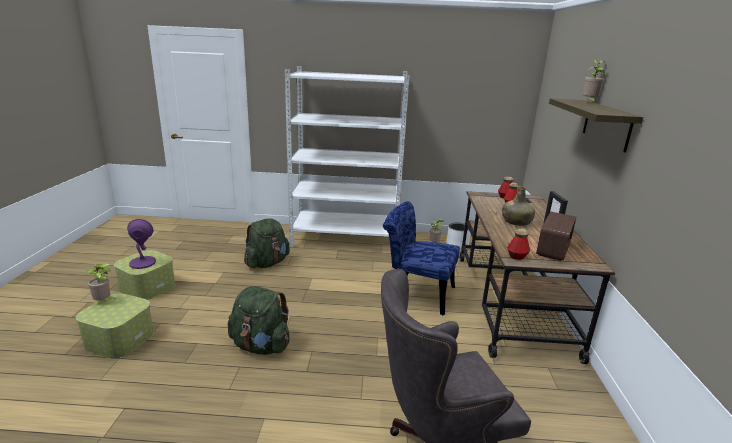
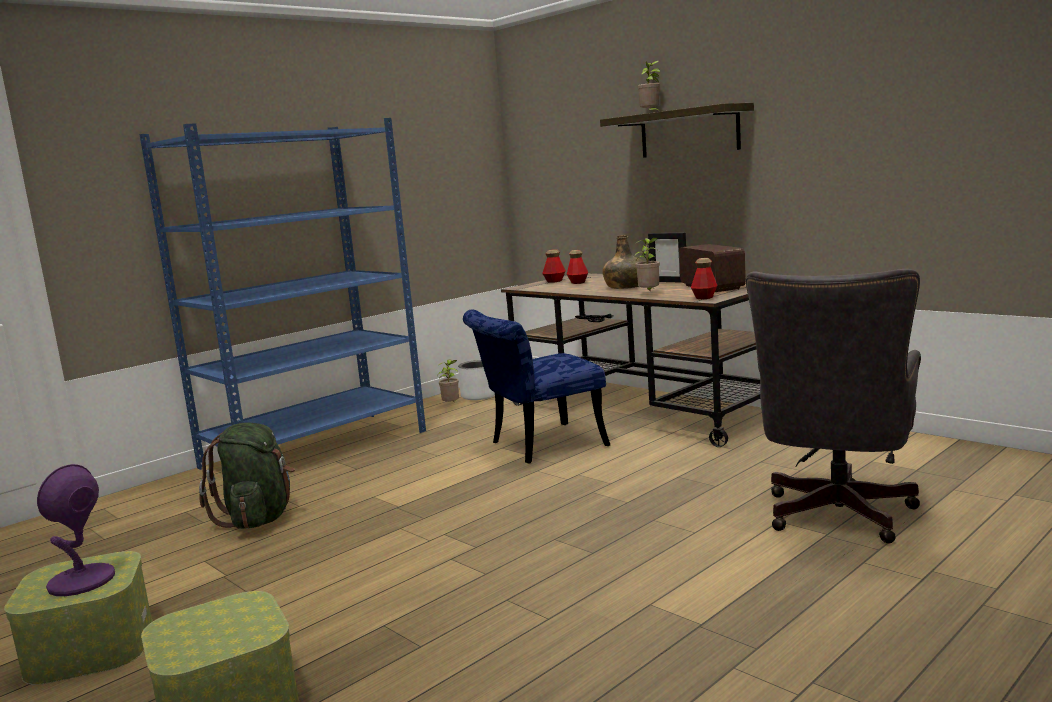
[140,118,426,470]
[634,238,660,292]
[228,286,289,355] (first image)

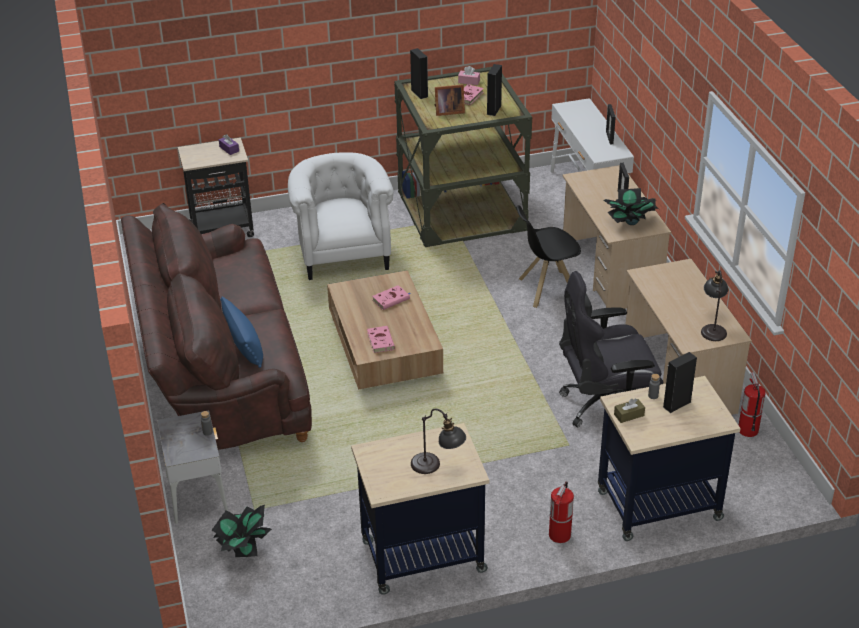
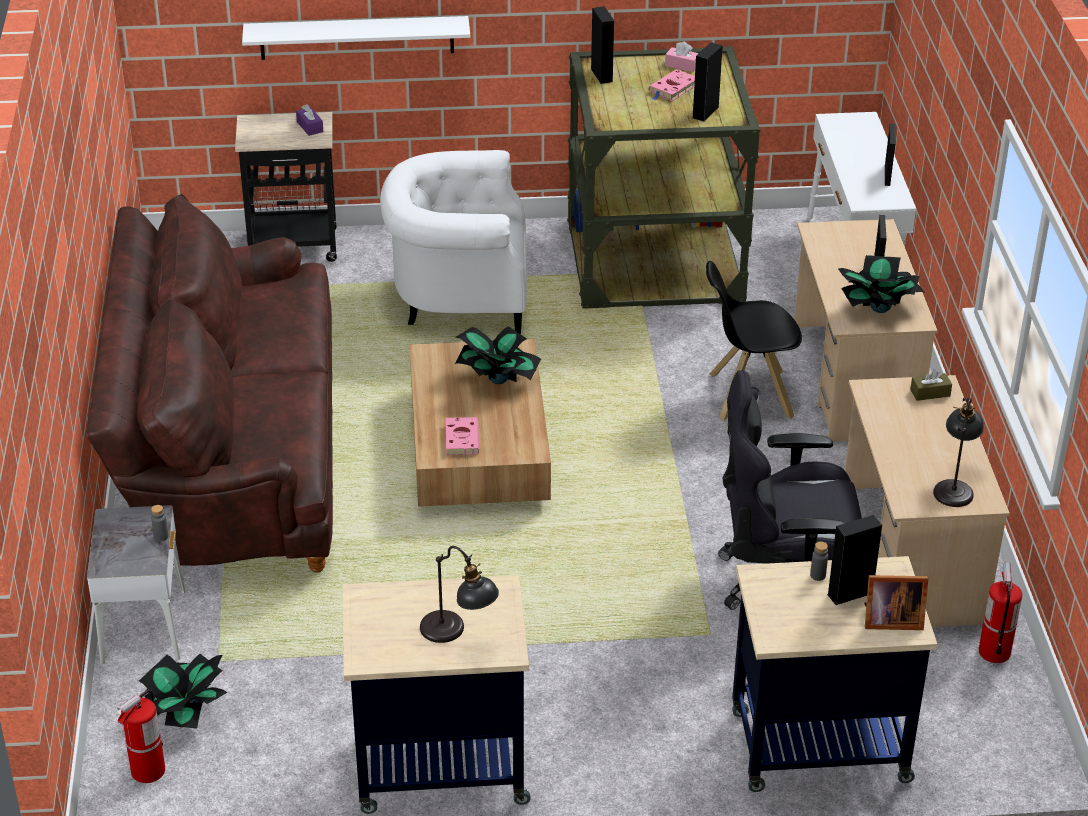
[864,575,928,630]
[380,150,527,334]
[455,326,541,384]
[220,297,263,368] (first image)
[910,369,952,401]
[117,690,165,783]
[242,16,470,60]

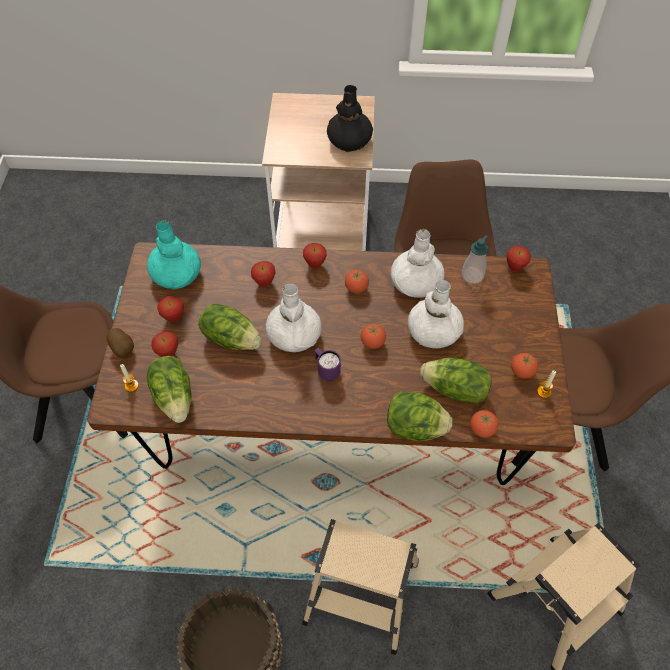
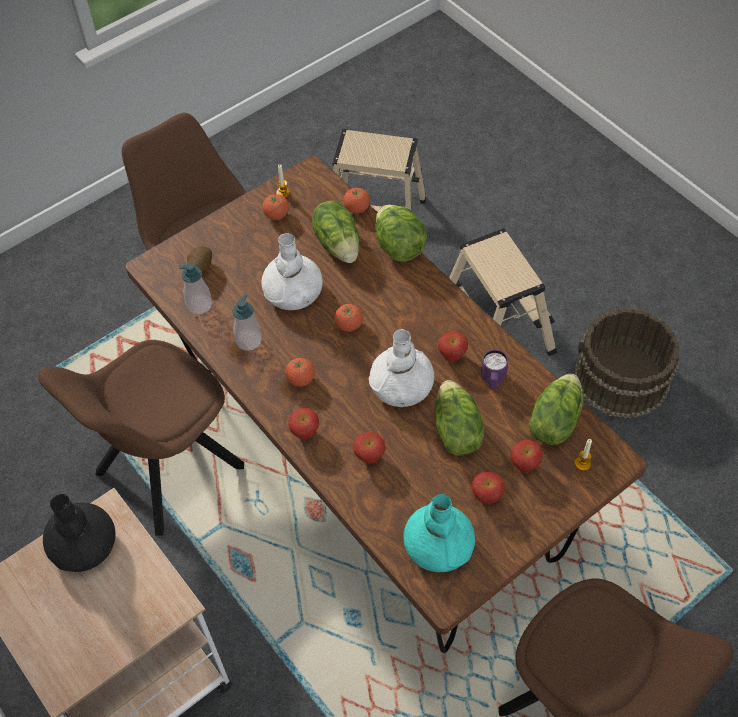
[232,294,262,351]
[438,331,468,362]
[187,246,212,273]
[481,349,508,390]

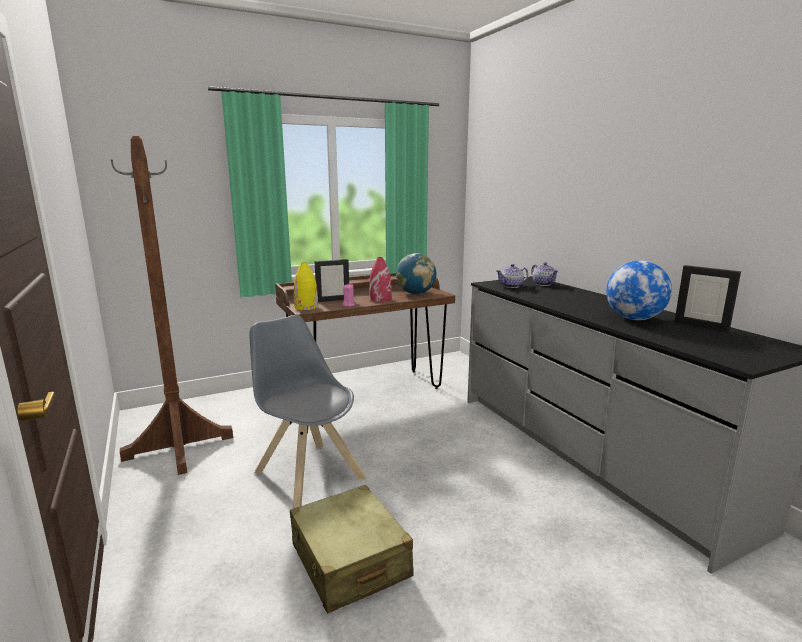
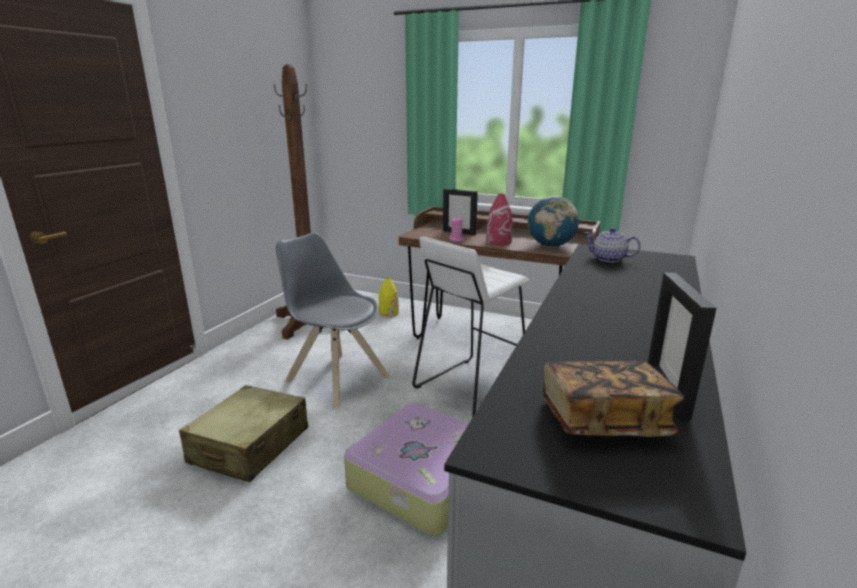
[606,261,672,320] (first image)
[379,277,399,317]
[531,262,559,286] (first image)
[276,233,390,407]
[412,237,529,417]
[543,360,685,437]
[344,403,468,536]

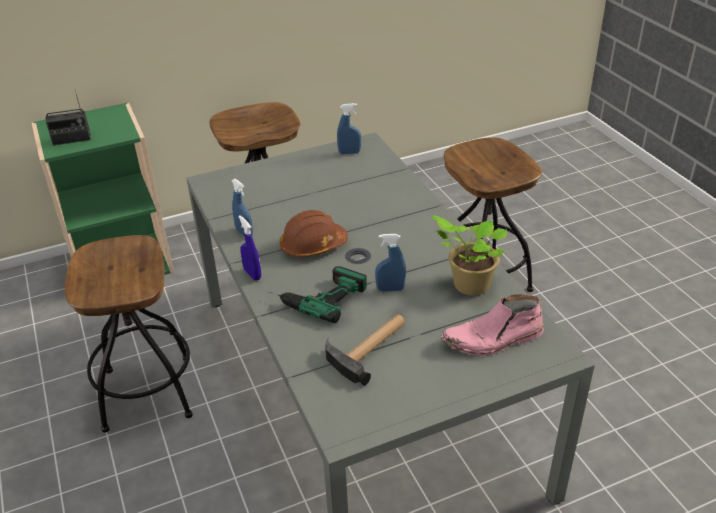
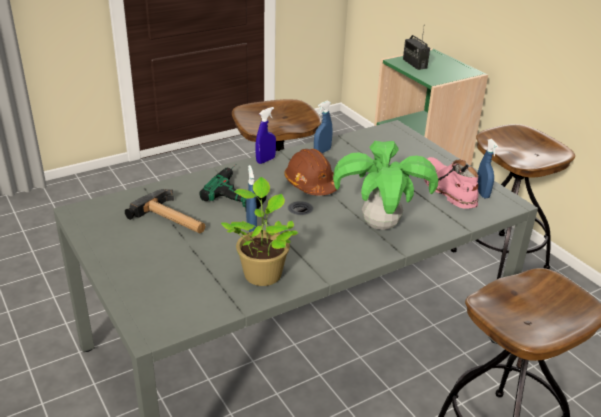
[424,157,479,209]
[333,141,438,230]

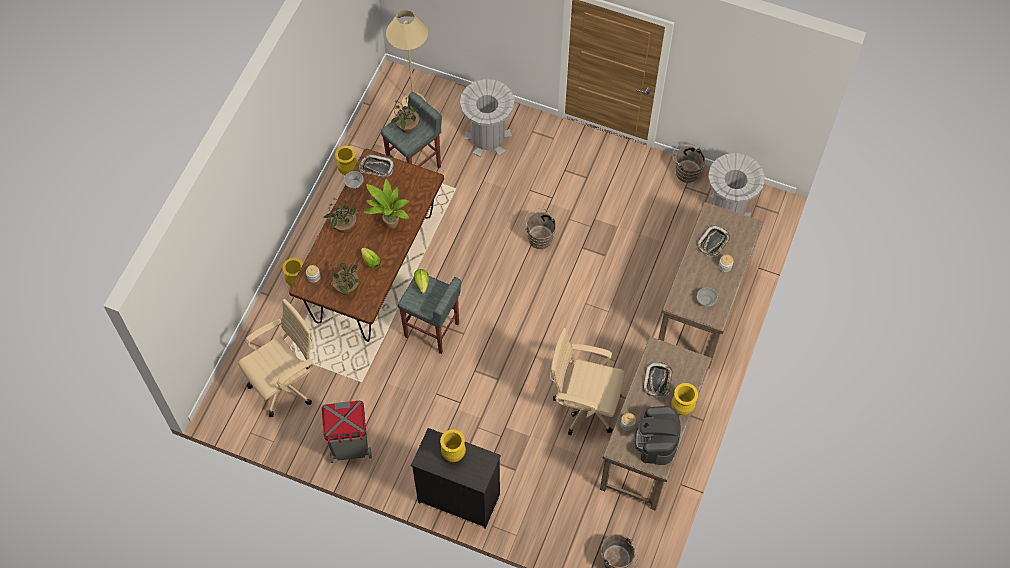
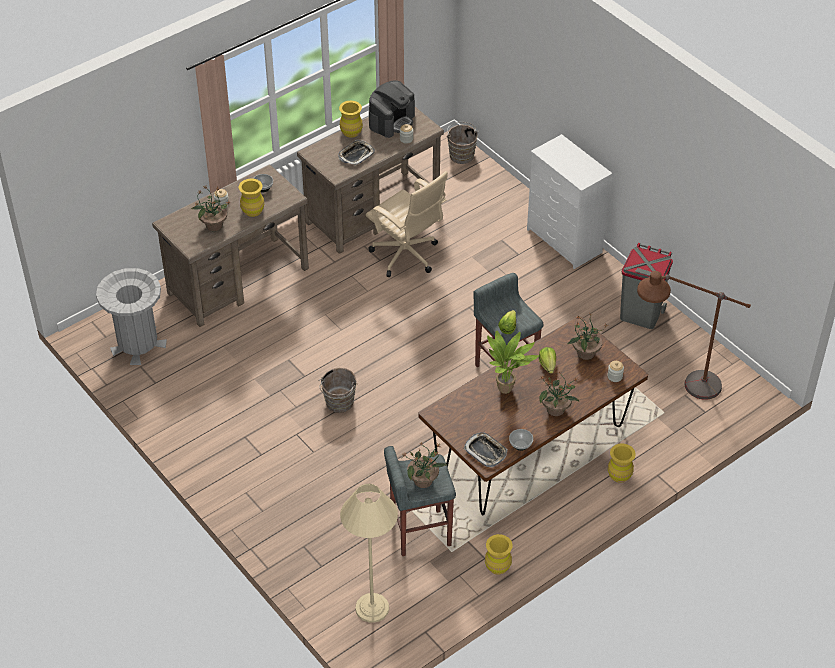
[460,79,514,157] (first image)
[673,144,705,183] (first image)
[191,186,231,231]
[637,271,751,400]
[527,134,613,269]
[239,178,264,217]

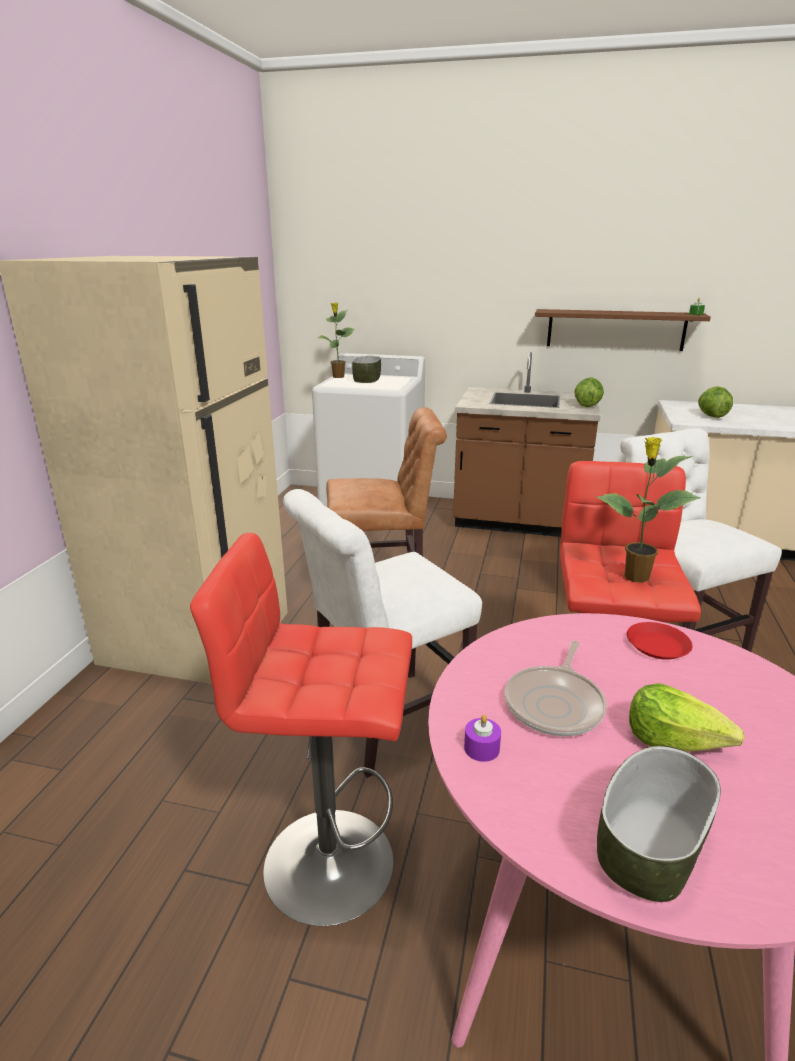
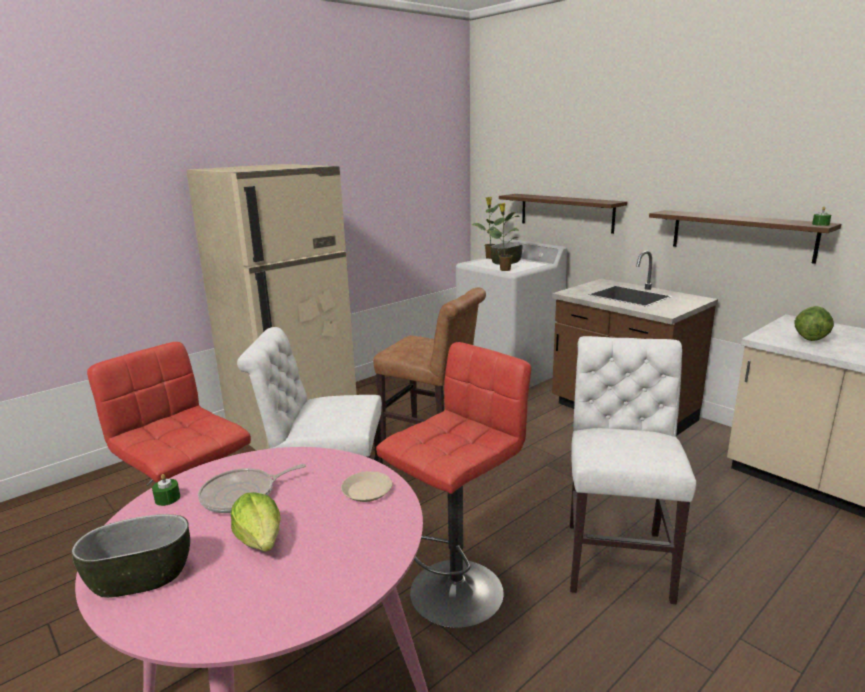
[574,377,604,407] (first image)
[489,203,520,271]
[341,471,392,502]
[152,474,180,506]
[499,194,627,234]

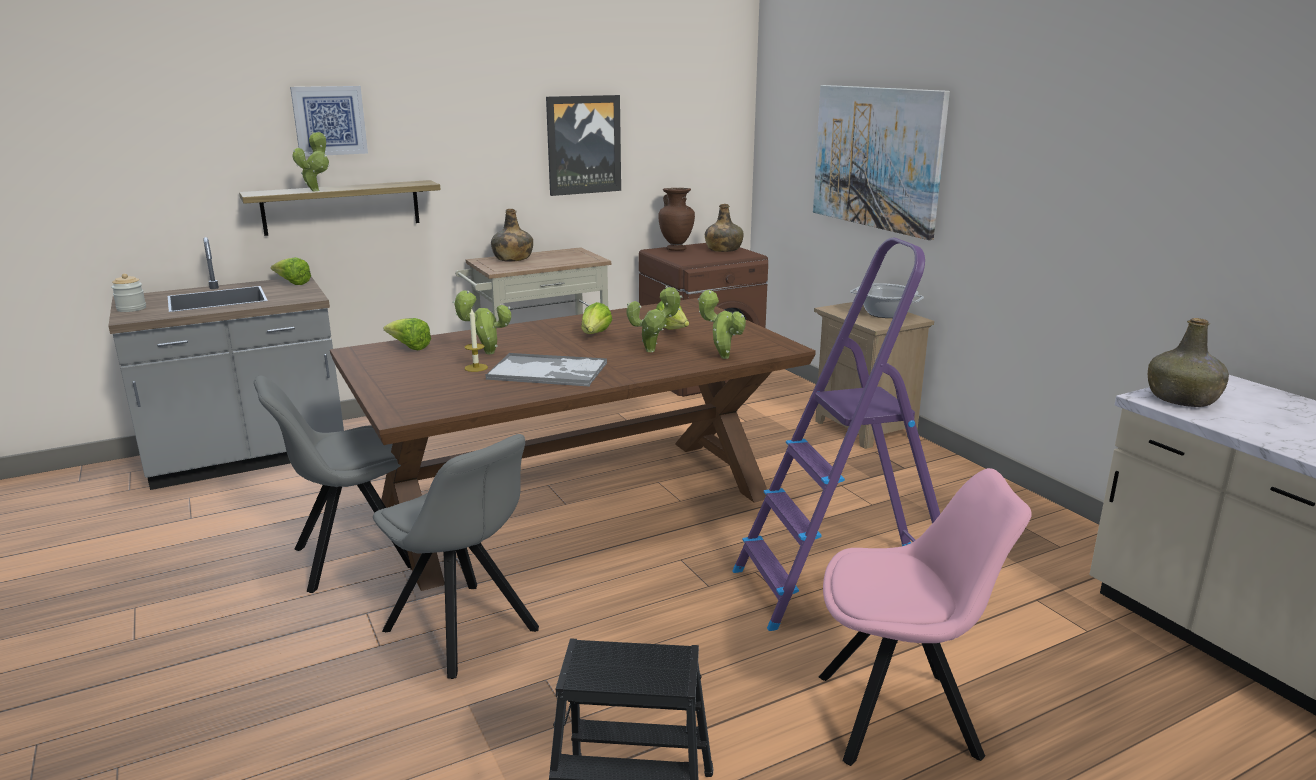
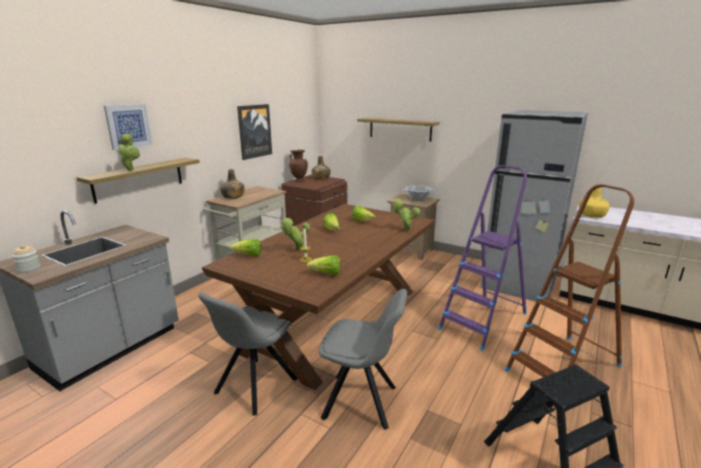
[357,118,440,142]
[306,255,340,275]
[627,286,683,352] (first image)
[579,184,610,218]
[485,353,607,387] (first image)
[505,184,634,377]
[480,110,588,302]

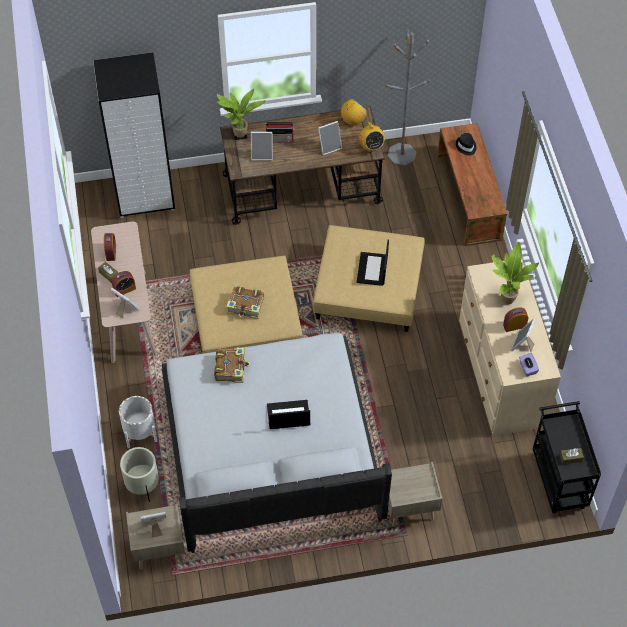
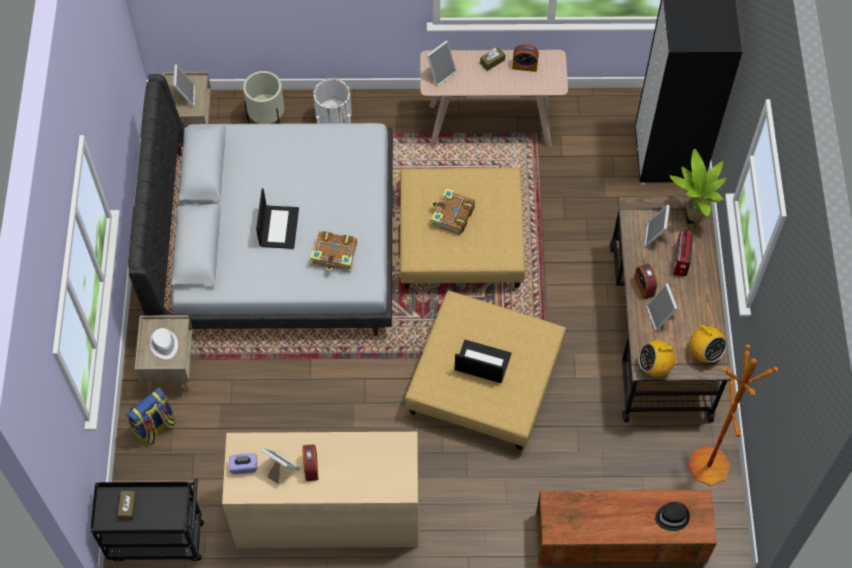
[688,344,778,486]
[492,242,539,304] (first image)
[634,264,657,300]
[310,231,357,272]
[149,328,178,359]
[126,387,176,446]

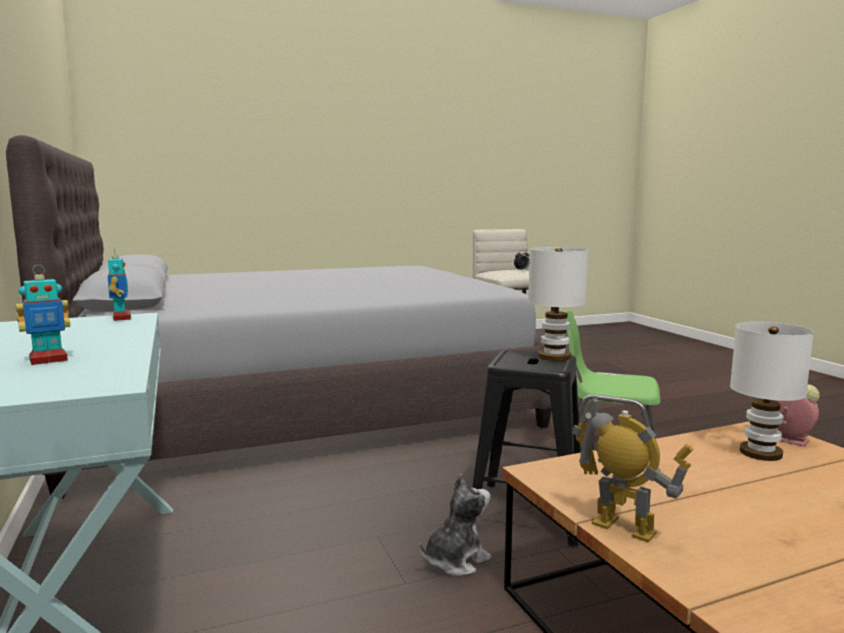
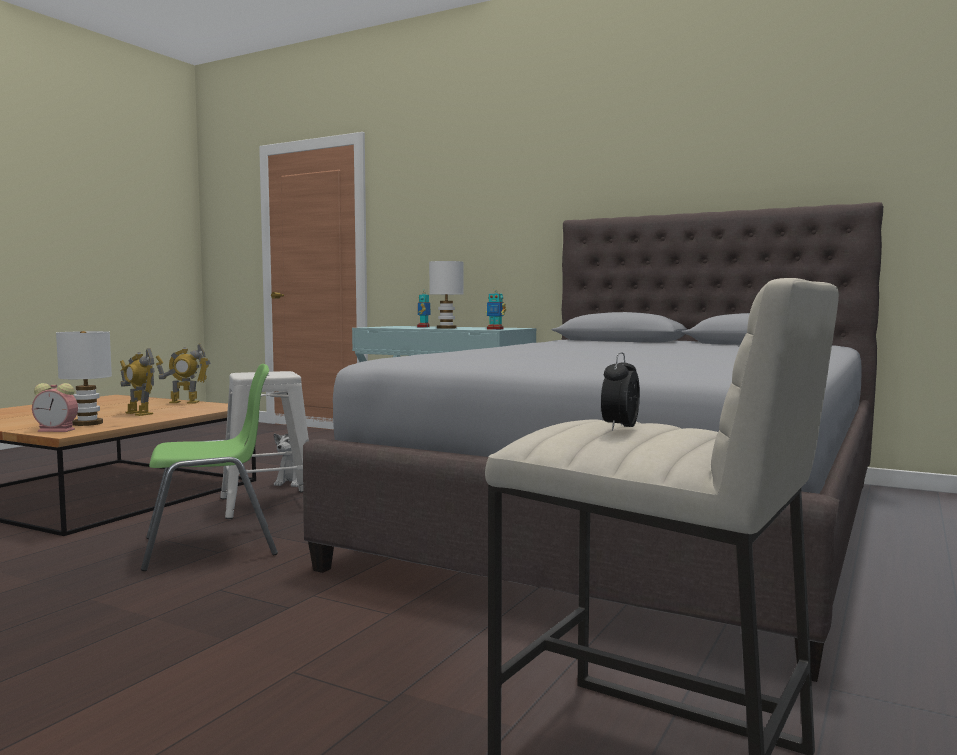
[429,261,464,329]
[220,371,309,519]
[120,348,155,416]

